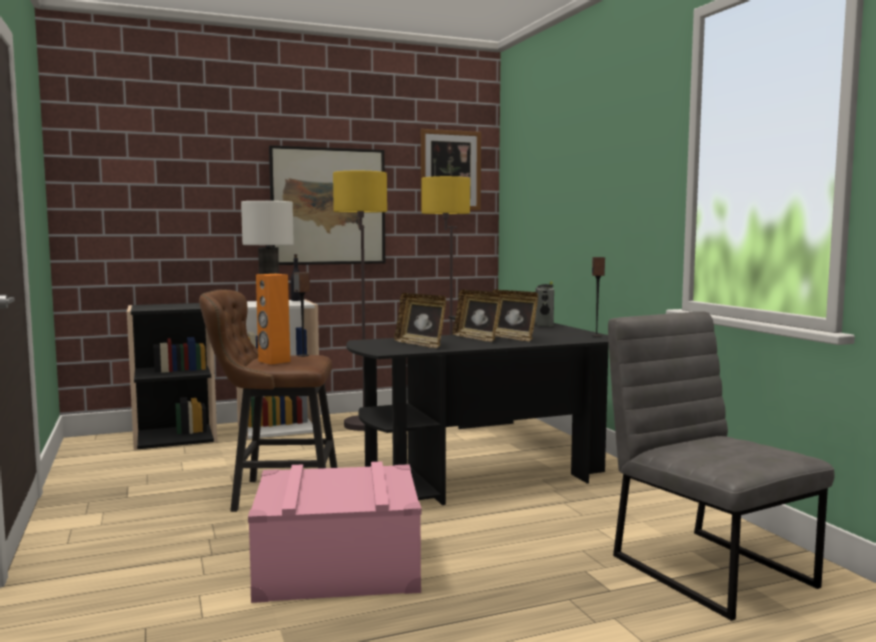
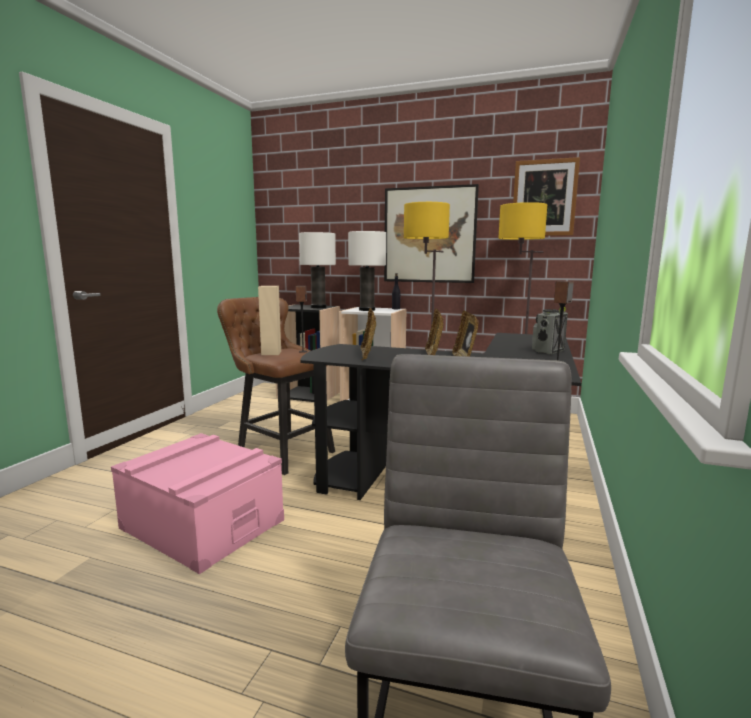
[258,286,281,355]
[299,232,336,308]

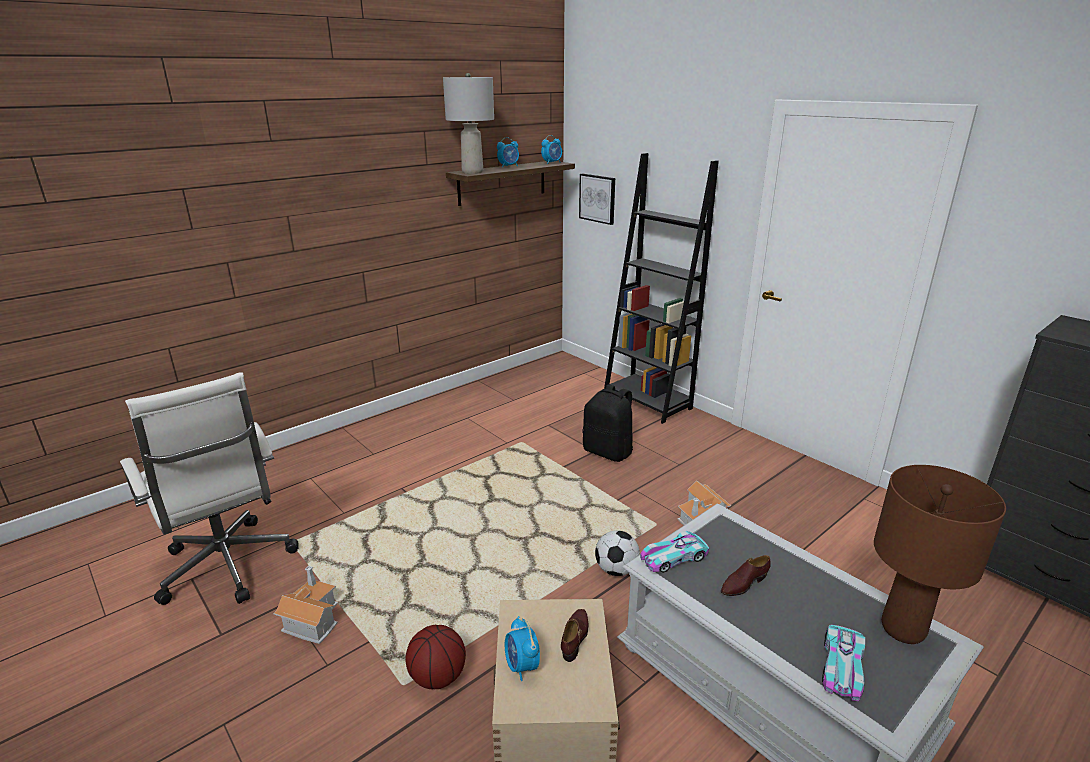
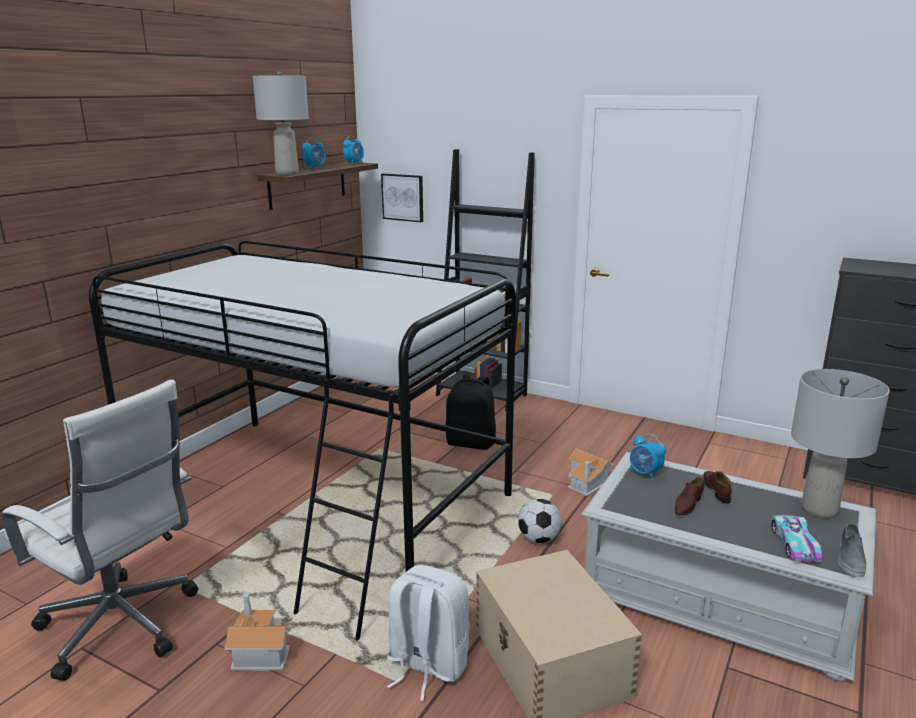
[791,369,890,519]
[640,531,709,573] (first image)
[703,471,732,504]
[630,434,666,480]
[387,565,470,701]
[89,241,516,641]
[838,523,866,577]

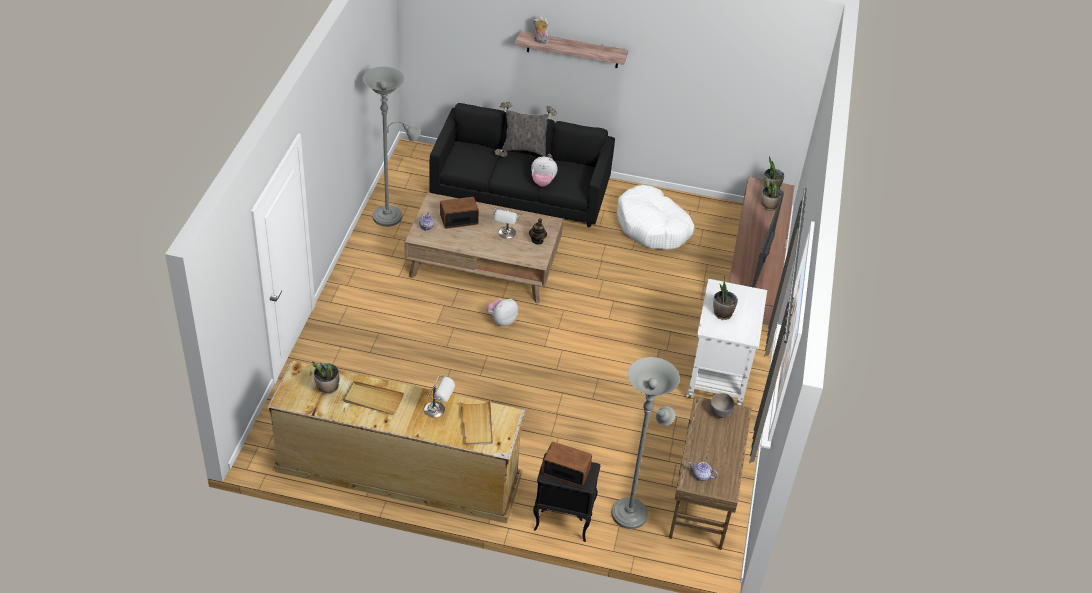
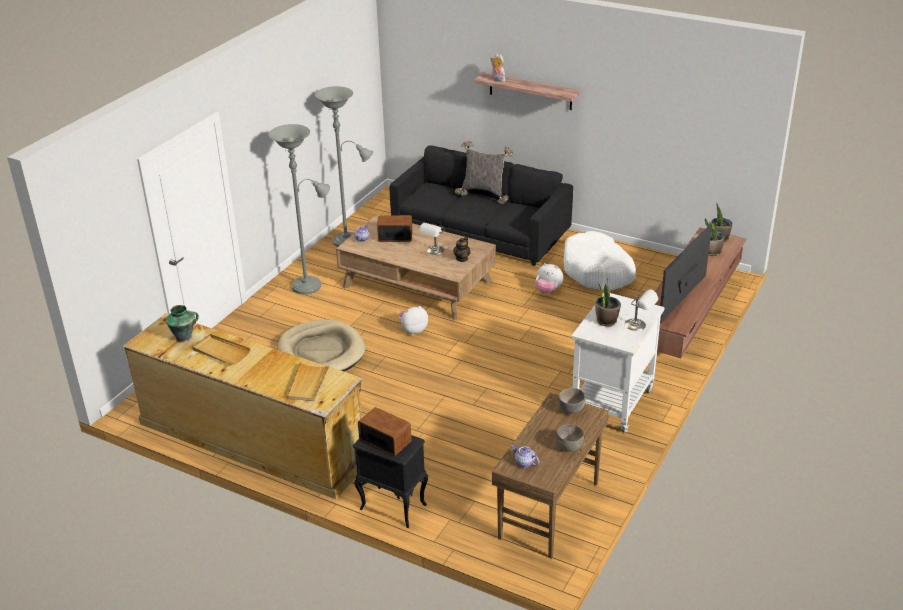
[536,263,563,294]
[268,124,330,295]
[166,305,199,343]
[625,289,658,331]
[278,320,365,371]
[556,424,584,452]

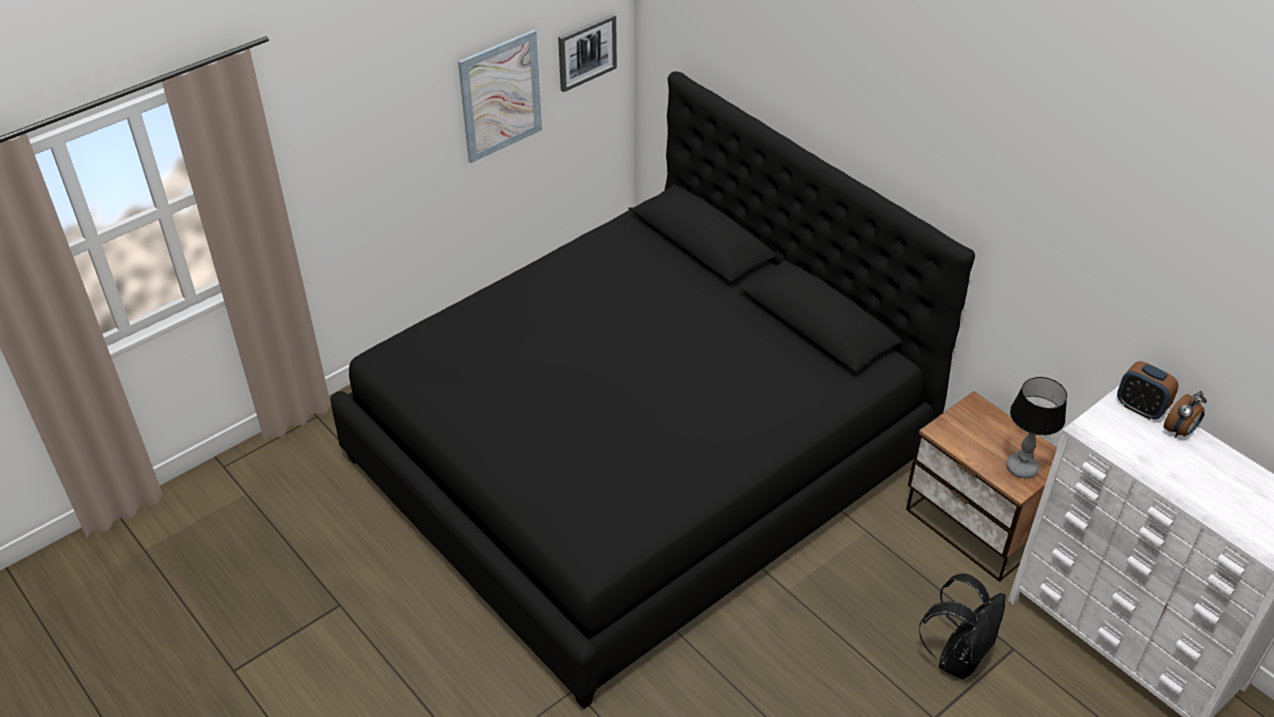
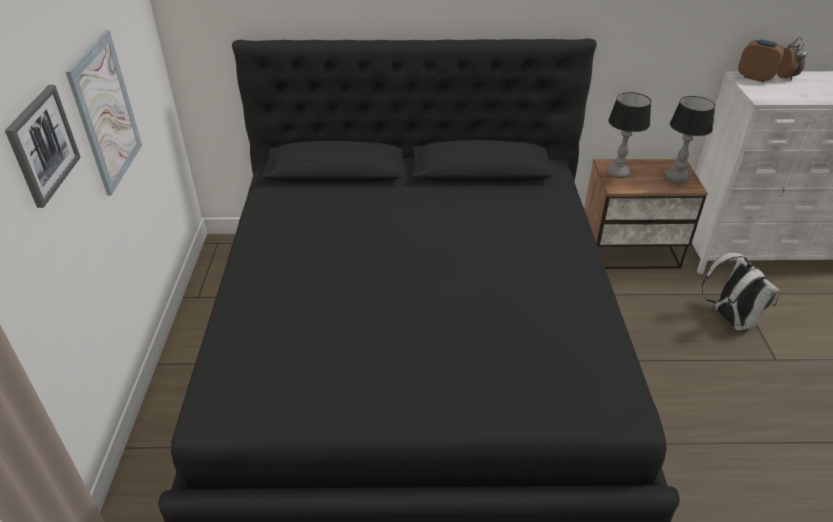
[5,85,81,208]
[738,39,785,82]
[702,253,780,331]
[607,92,651,179]

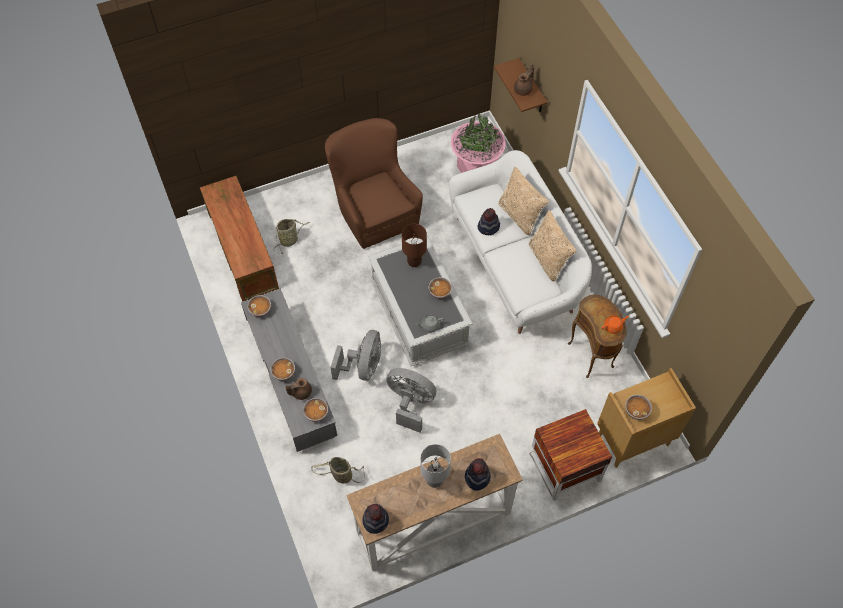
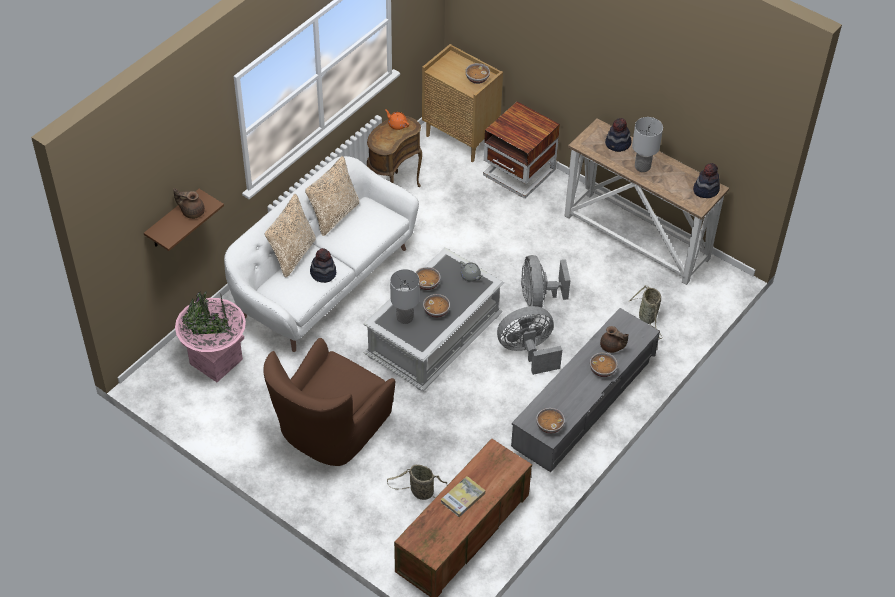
[390,269,420,324]
[423,294,450,318]
[441,476,485,517]

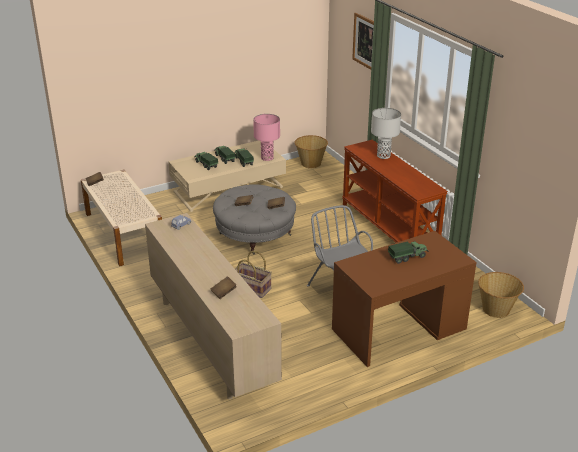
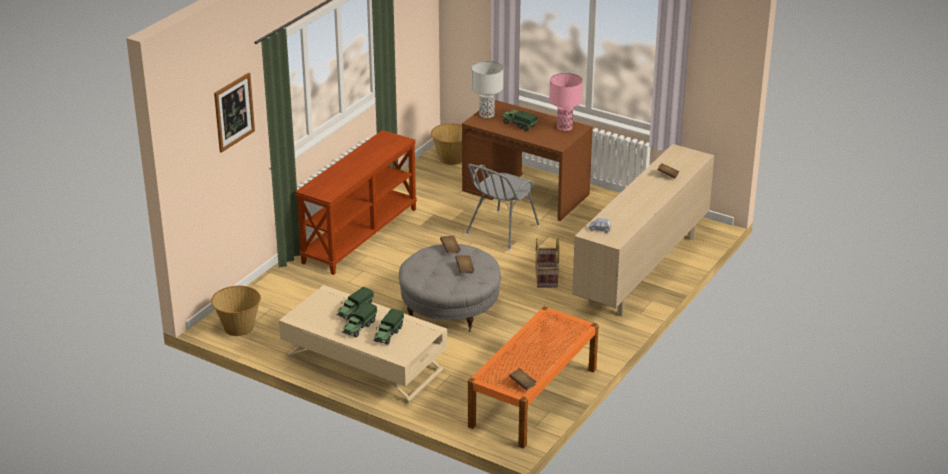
[471,61,503,118]
[549,73,583,131]
[468,306,599,449]

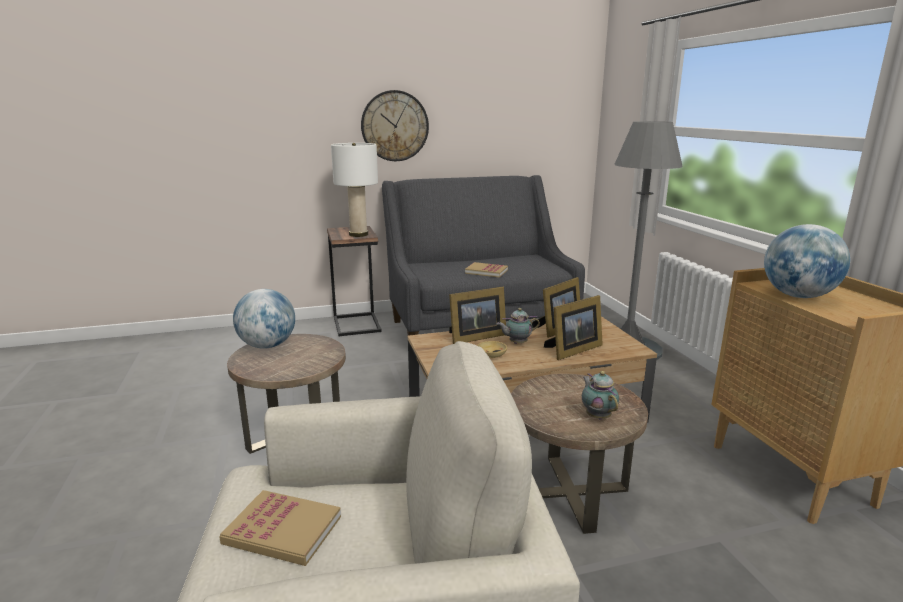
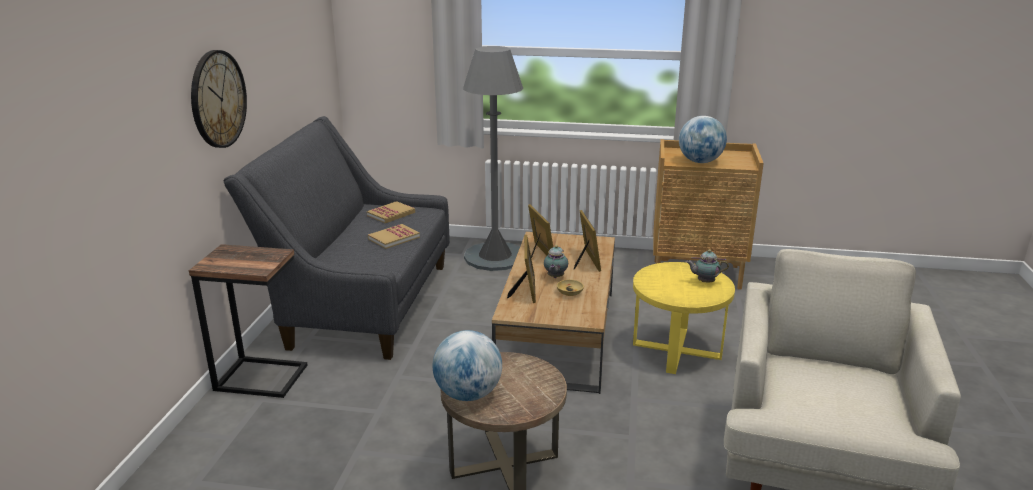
[331,143,378,237] (first image)
[633,262,735,374]
[367,201,415,223]

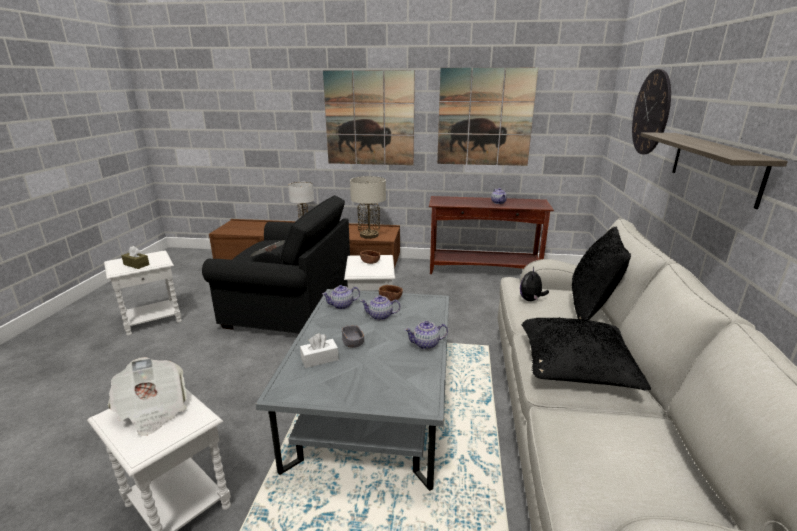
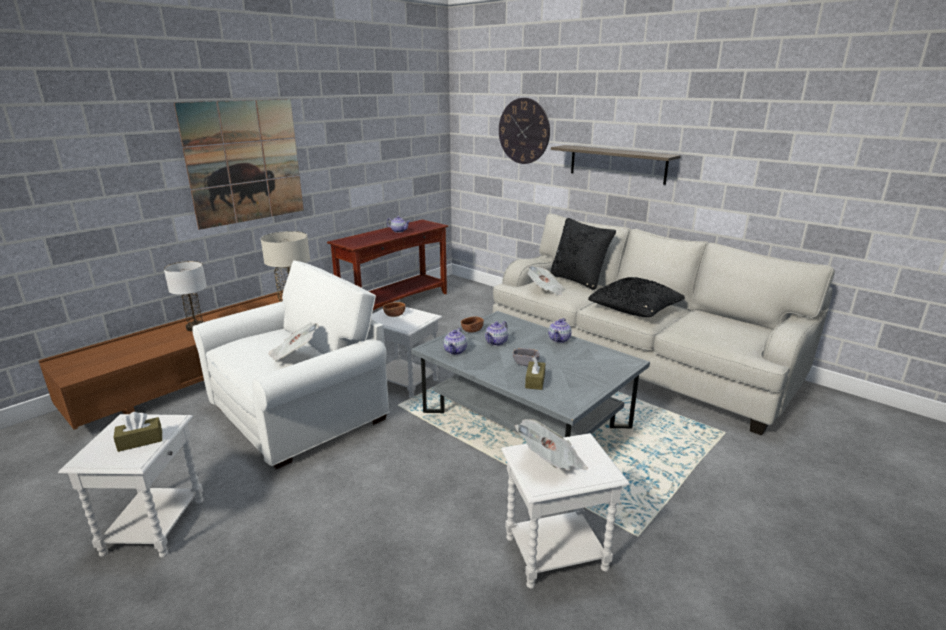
[437,68,538,166] (first image)
[192,260,389,469]
[528,266,564,296]
[525,357,545,390]

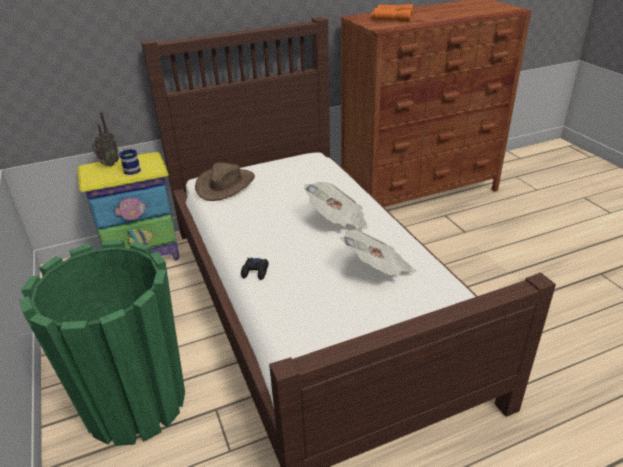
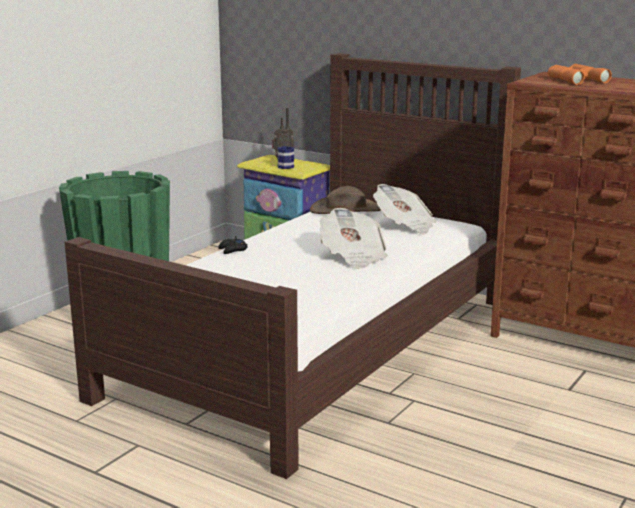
[373,184,437,234]

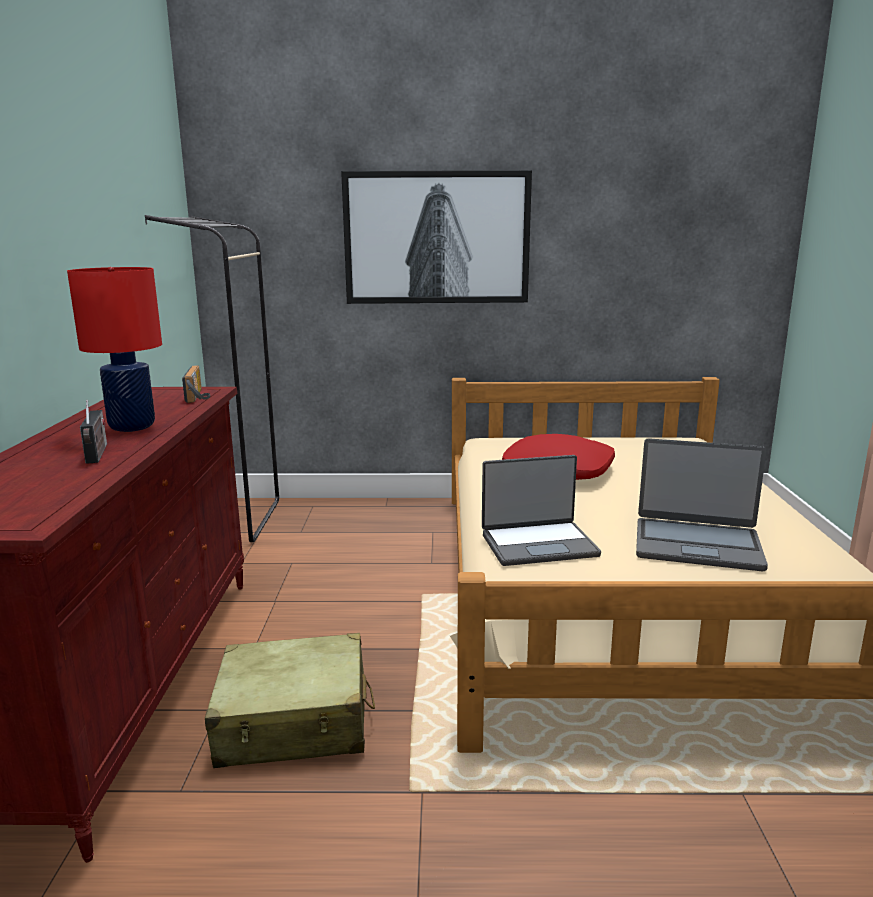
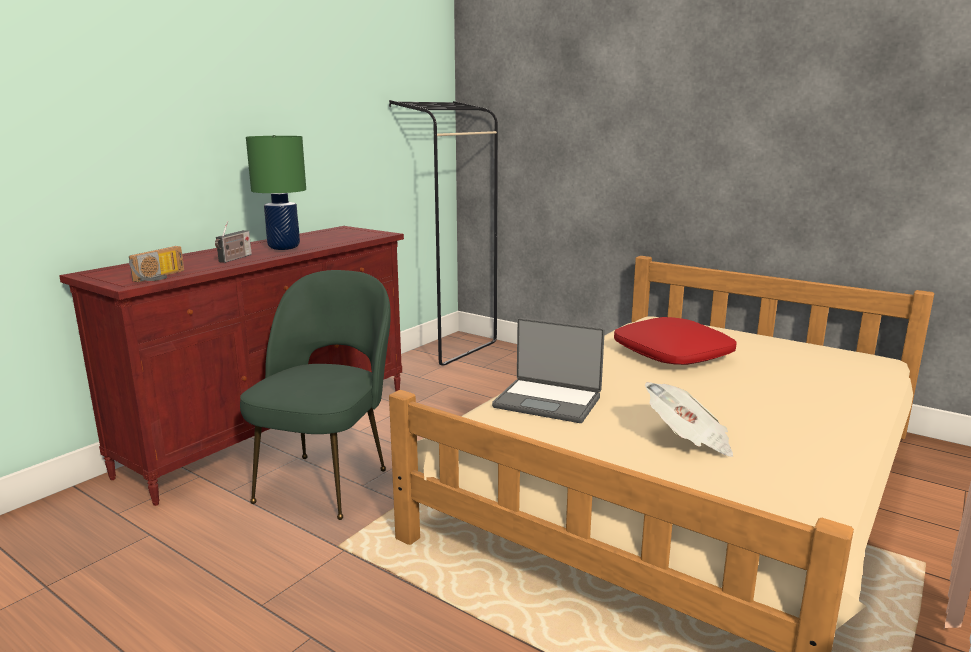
[341,170,532,304] (first image)
[246,135,306,250]
[129,246,184,282]
[645,382,734,457]
[240,270,391,520]

